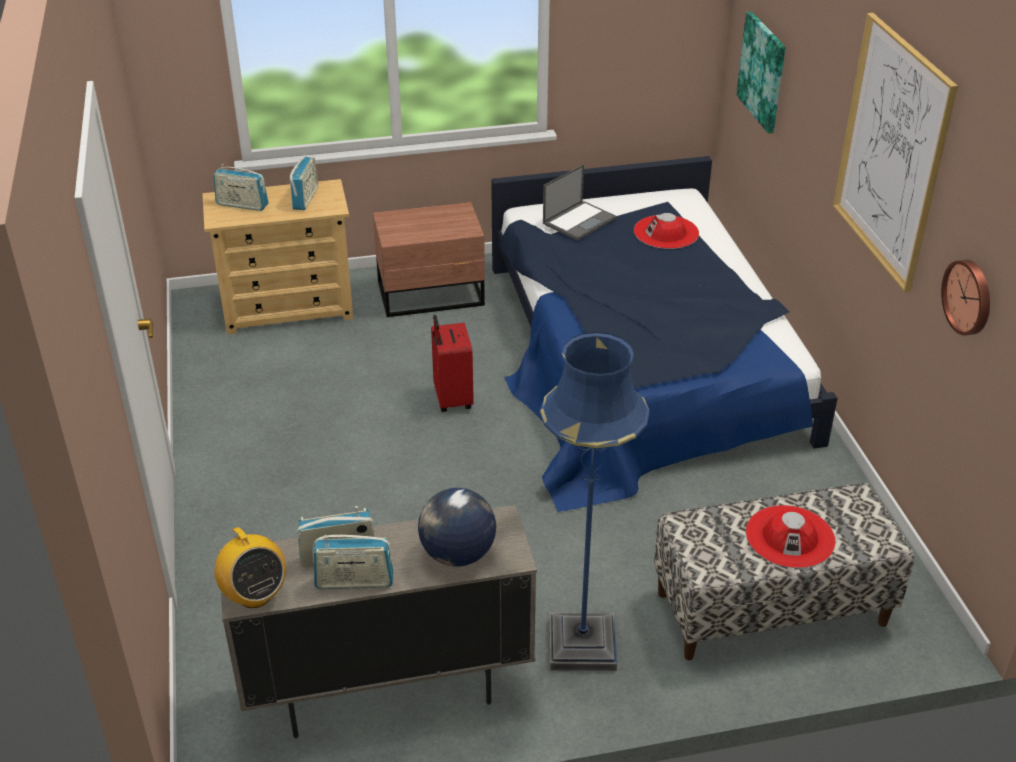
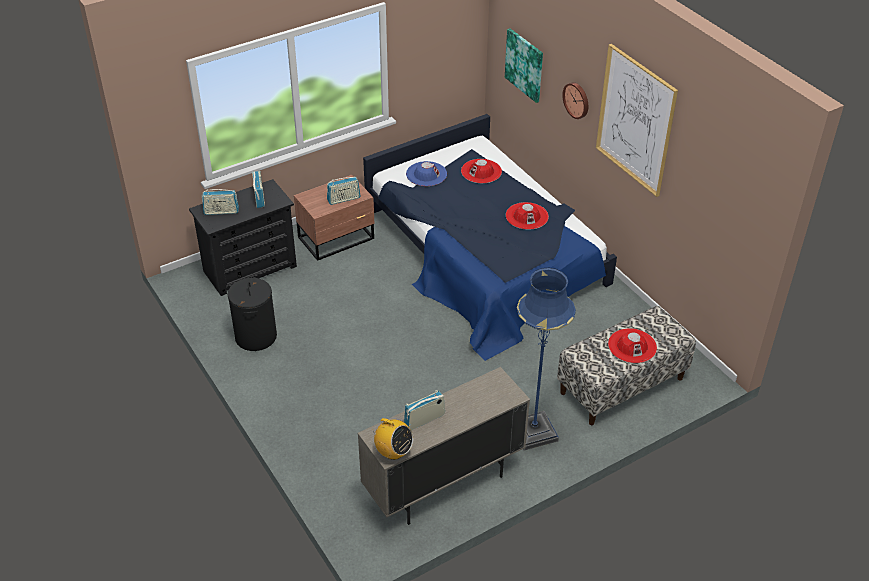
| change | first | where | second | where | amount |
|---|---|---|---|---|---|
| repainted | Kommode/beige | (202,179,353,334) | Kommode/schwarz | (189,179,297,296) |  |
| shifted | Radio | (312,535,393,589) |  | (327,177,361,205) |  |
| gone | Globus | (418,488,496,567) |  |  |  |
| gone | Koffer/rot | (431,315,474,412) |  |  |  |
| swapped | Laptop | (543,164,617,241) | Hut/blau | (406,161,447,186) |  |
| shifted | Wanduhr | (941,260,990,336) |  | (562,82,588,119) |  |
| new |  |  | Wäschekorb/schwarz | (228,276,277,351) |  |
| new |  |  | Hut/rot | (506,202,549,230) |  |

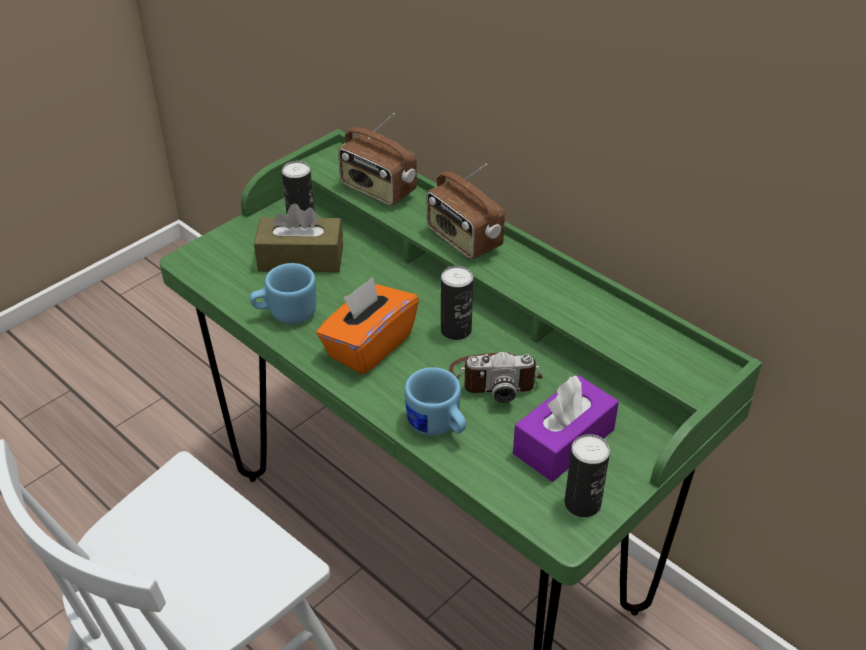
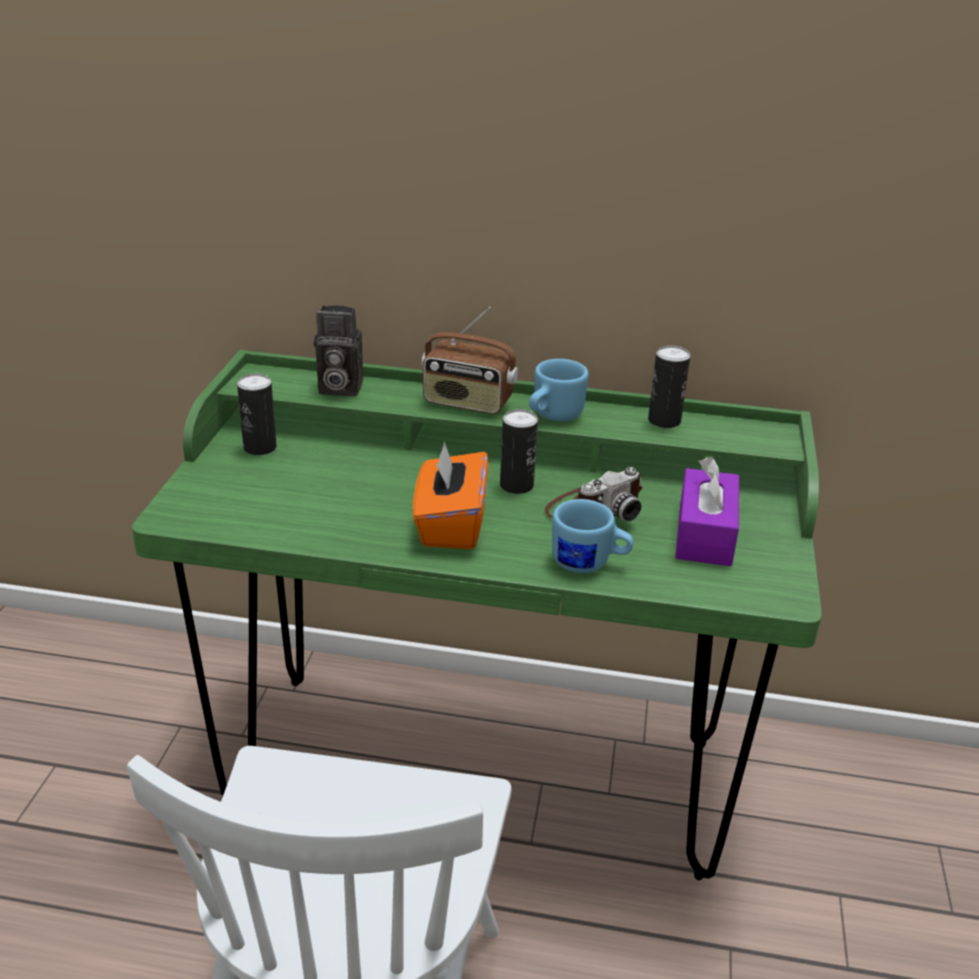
| change | first | where | second | where | amount |
|---|---|---|---|---|---|
| shifted | Henkelbecher/blau | (250,263,316,324) |  | (529,359,589,421) |  |
| gone | Taschentuchbox/braun | (254,203,343,272) |  |  |  |
| swapped | Radio | (338,113,417,206) | Kamera | (314,306,363,396) |  |
| shifted | Dose | (564,434,610,517) |  | (648,345,690,428) |  |

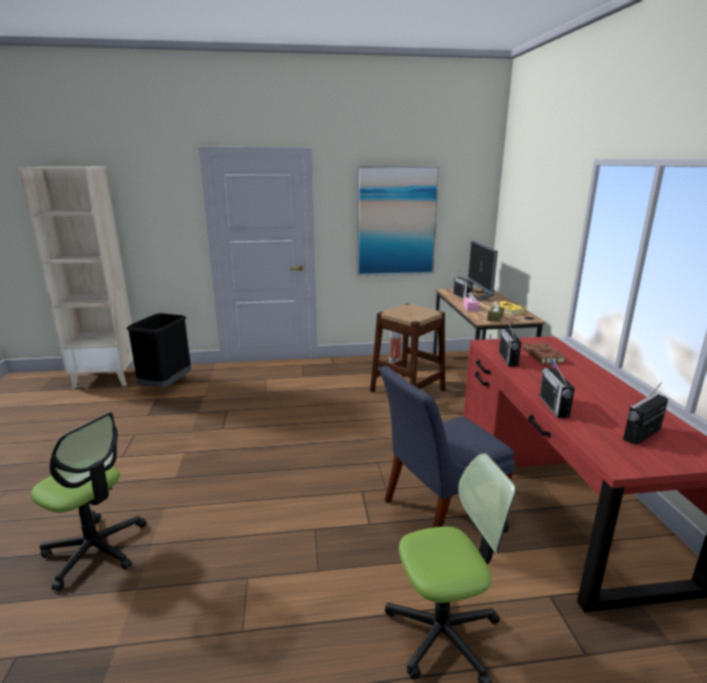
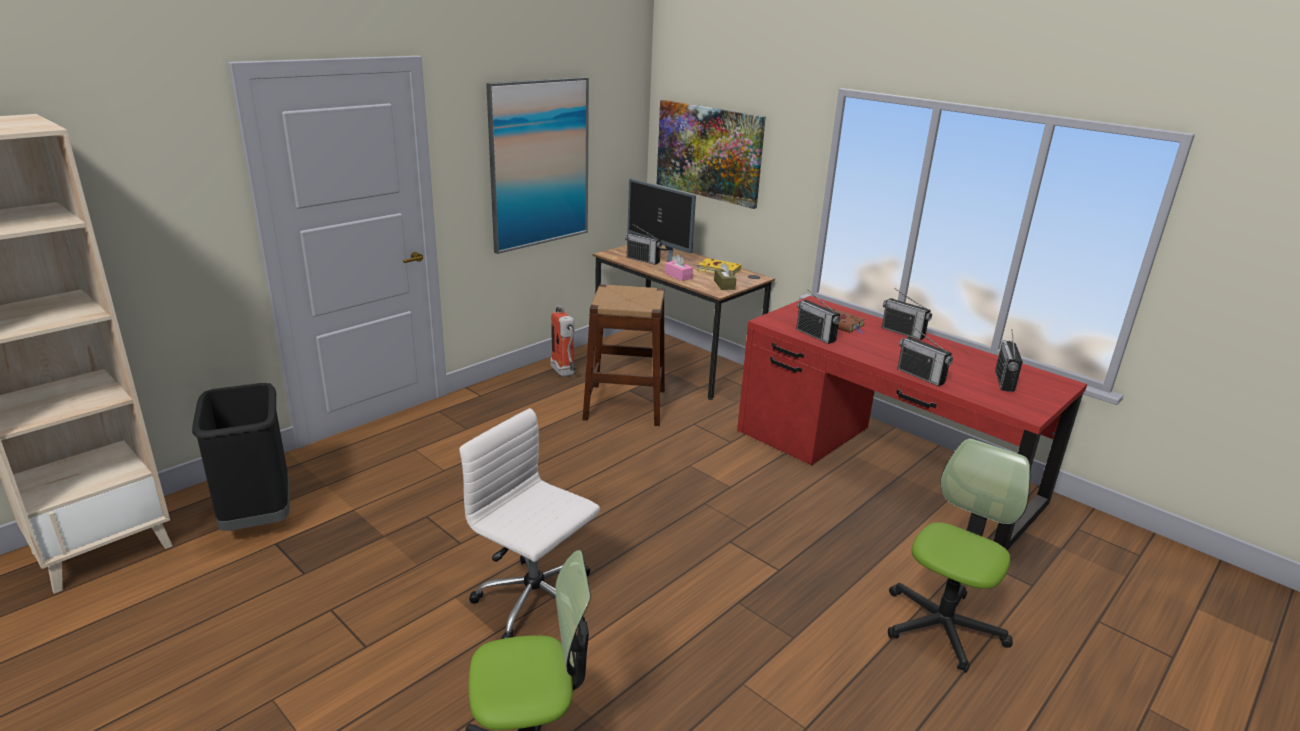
| change | first | where | second | where | amount |
|---|---|---|---|---|---|
| gone | Stuhl/blau | (380,366,515,527) |  |  |  |
| new |  |  | Bürostuhl/weiß | (459,408,600,639) |  |
| new |  |  | Bild | (657,100,766,209) |  |
| new |  |  | Radio | (882,288,932,340) |  |

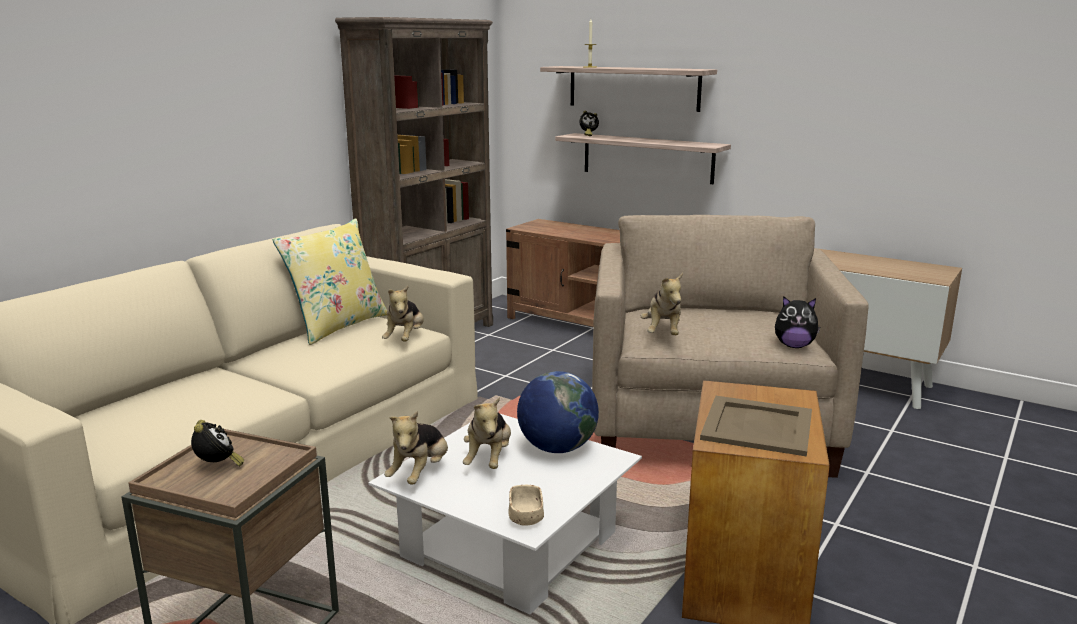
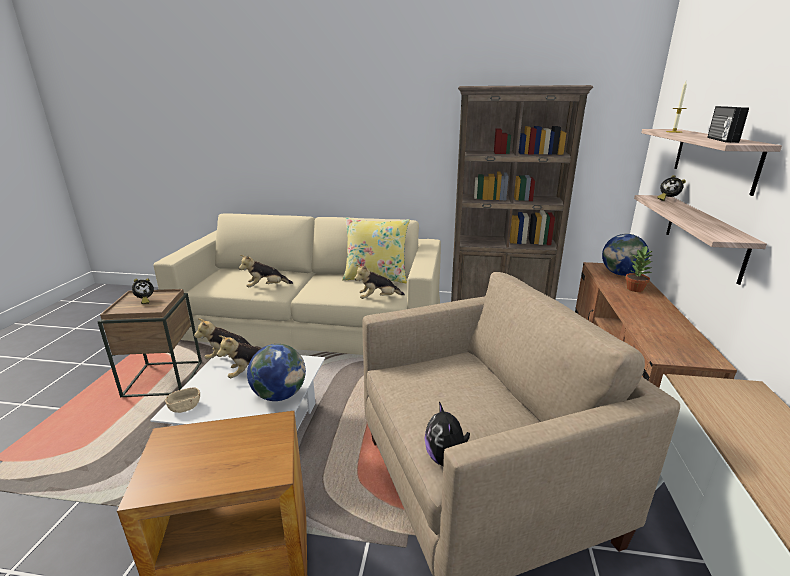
| change | first | where | second | where | amount |
|---|---|---|---|---|---|
| shifted | Plüschtier | (641,273,683,335) |  | (239,255,293,287) |  |
| gone | Tablett/beige | (700,396,812,456) |  |  |  |
| new |  |  | Globus | (602,234,649,276) |  |
| new |  |  | Topfpflanze | (625,245,653,292) |  |
| new |  |  | Radio | (707,106,749,143) |  |

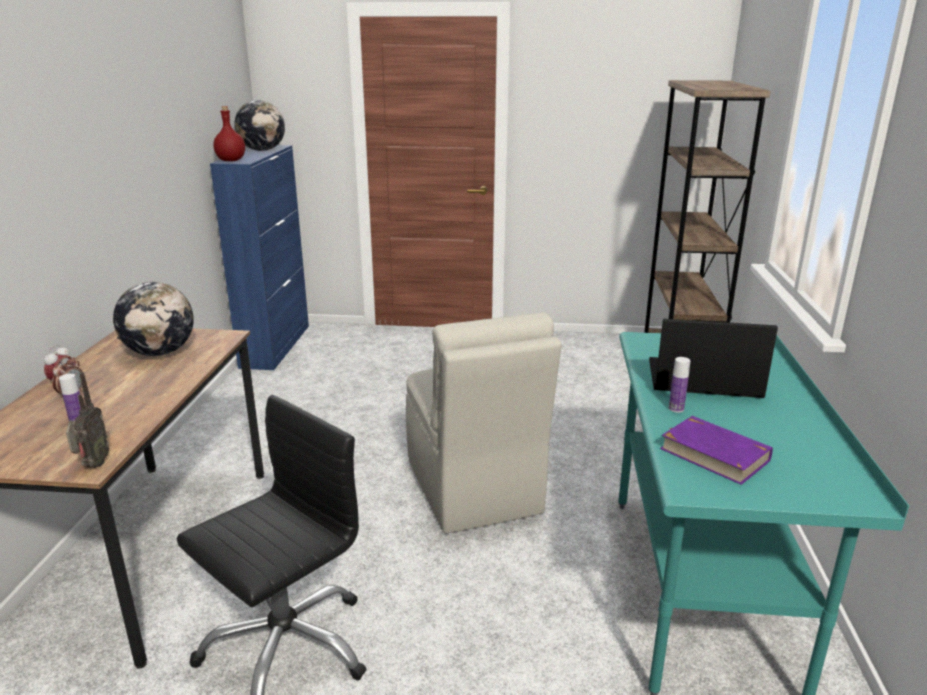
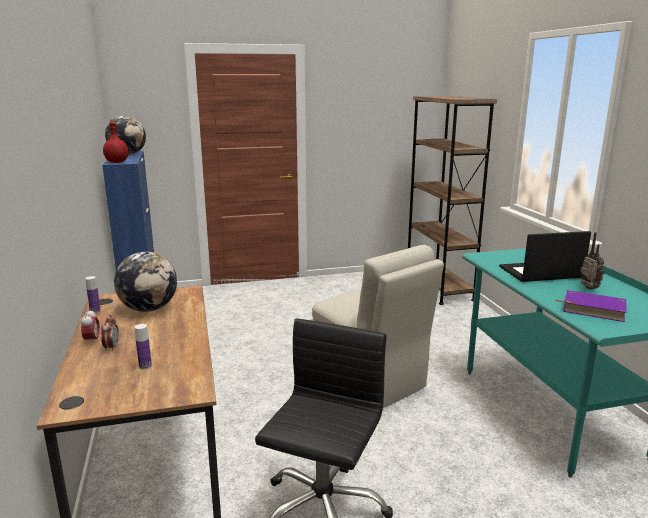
| change | first | where | second | where | amount |
|---|---|---|---|---|---|
| shifted | Radio | (66,372,109,468) |  | (580,232,604,289) |  |
| shifted | Flasche | (669,357,690,413) |  | (85,276,101,313) |  |

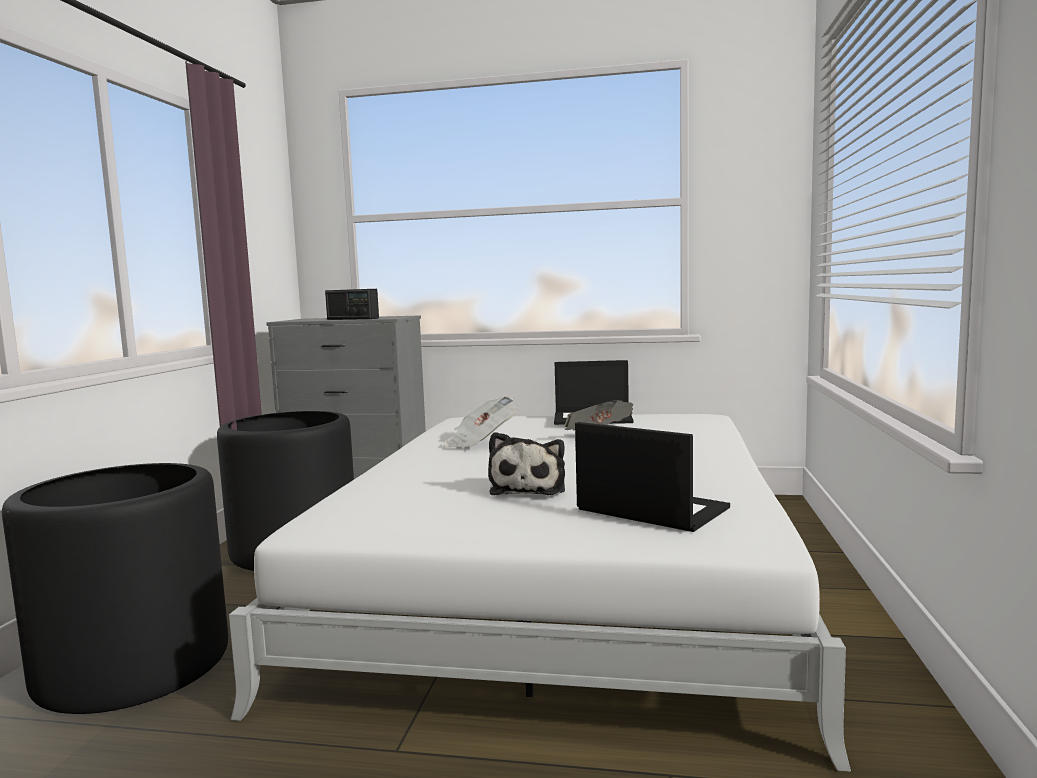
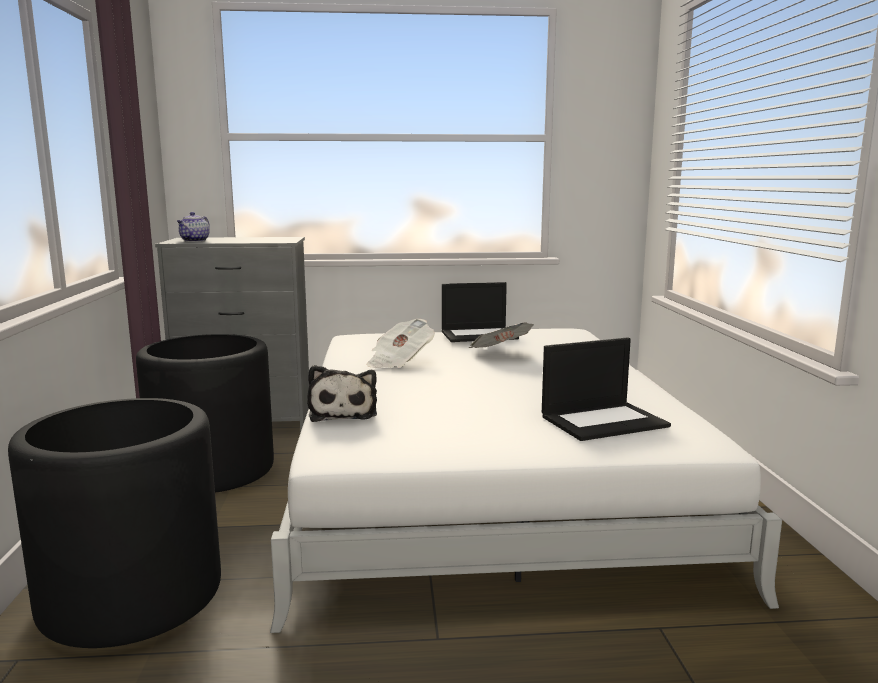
| change | first | where | second | where | amount |
|---|---|---|---|---|---|
| gone | Radio | (325,289,379,320) |  |  |  |
| shifted | Plüschtier | (488,432,565,495) |  | (307,365,377,422) |  |
| rotated | Laptop | (575,422,730,532) |  | (542,337,671,441) | 135 degrees clockwise |
| new |  |  | Teekanne | (177,212,210,242) |  |

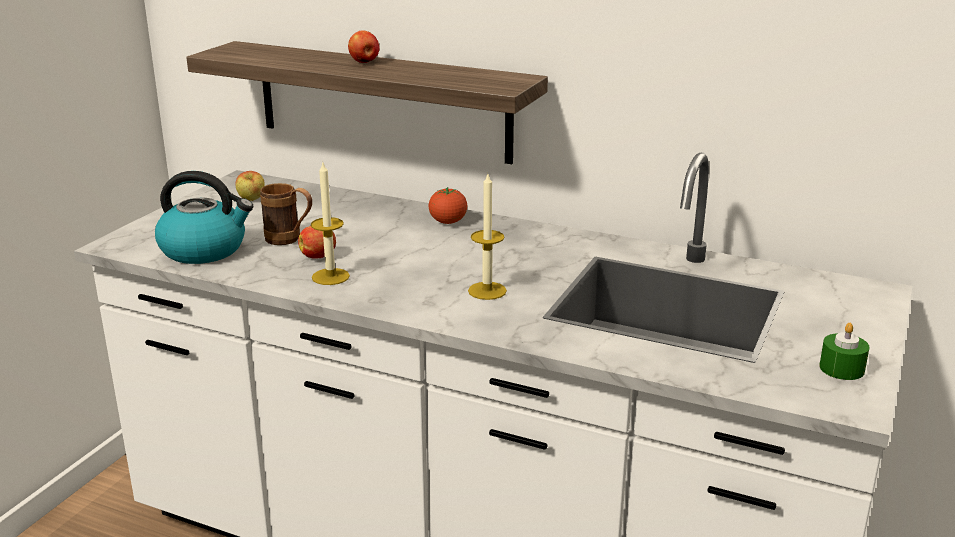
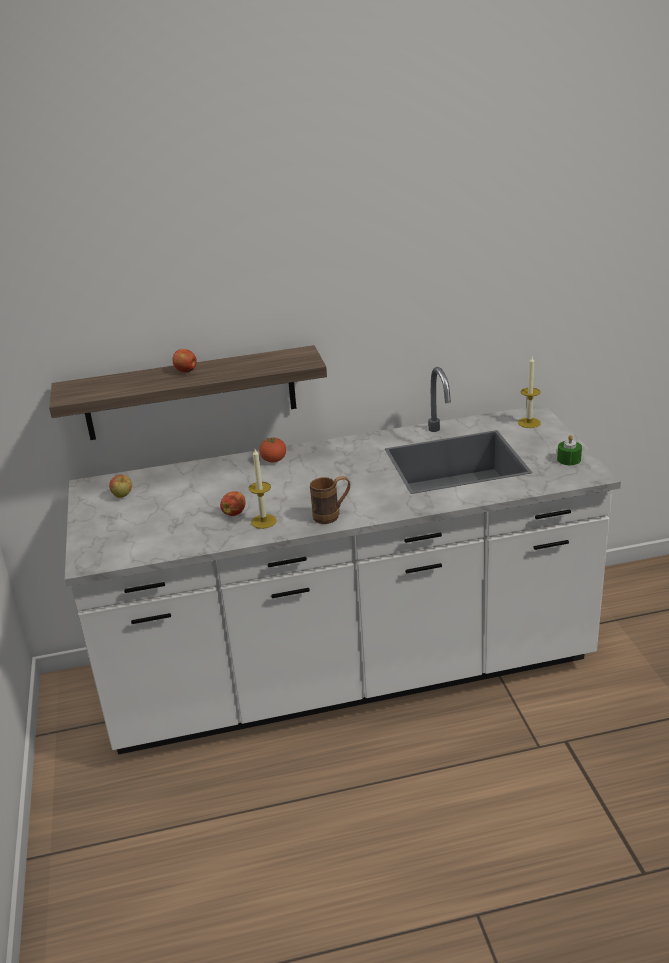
| change | first | where | second | where | amount |
|---|---|---|---|---|---|
| gone | Wasserkessel | (155,171,253,264) |  |  |  |
| shifted | Henkelbecher/braun | (260,183,312,245) |  | (310,476,350,524) |  |
| shifted | Kerze | (468,174,507,300) |  | (518,357,541,428) |  |

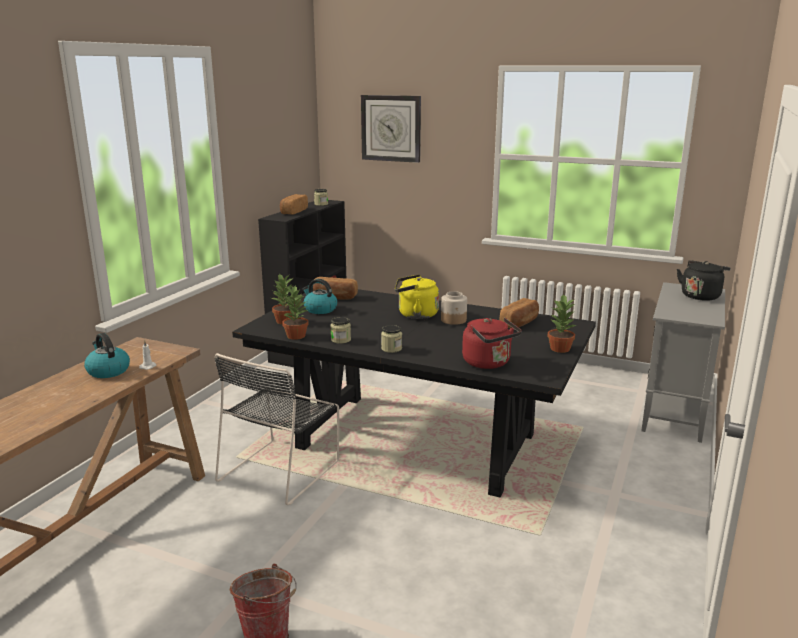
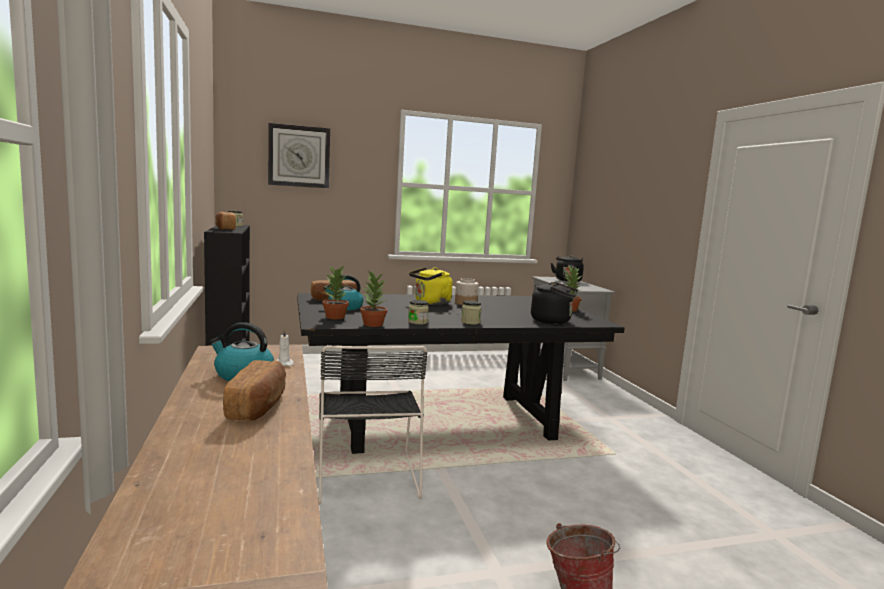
| change | first | where | second | where | amount |
|---|---|---|---|---|---|
| repainted | Wasserkessel/rot | (462,318,522,369) | Wasserkessel/schwarz | (531,282,578,324) |  |
| shifted | Brot | (500,298,539,328) |  | (223,360,286,421) |  |

